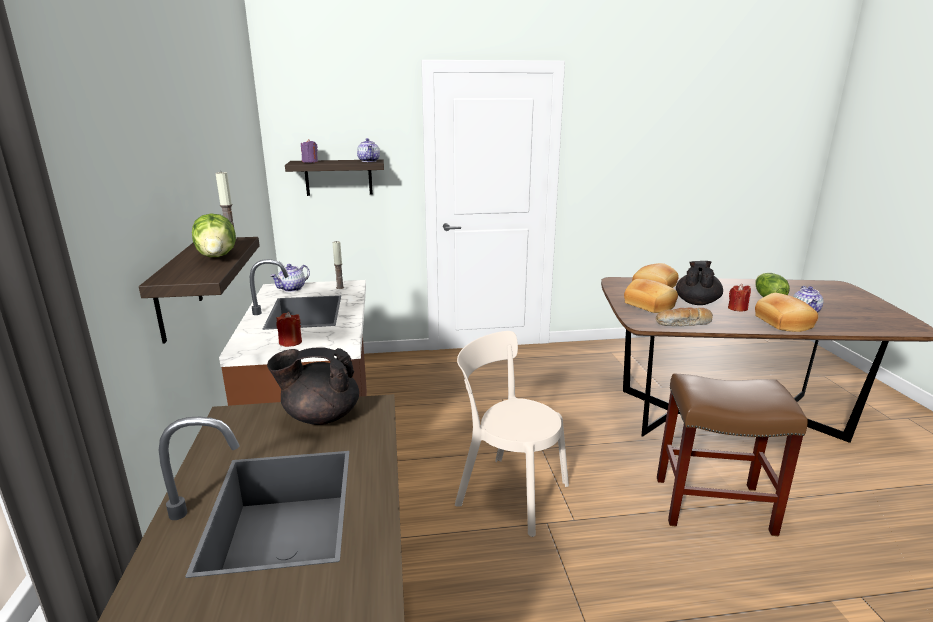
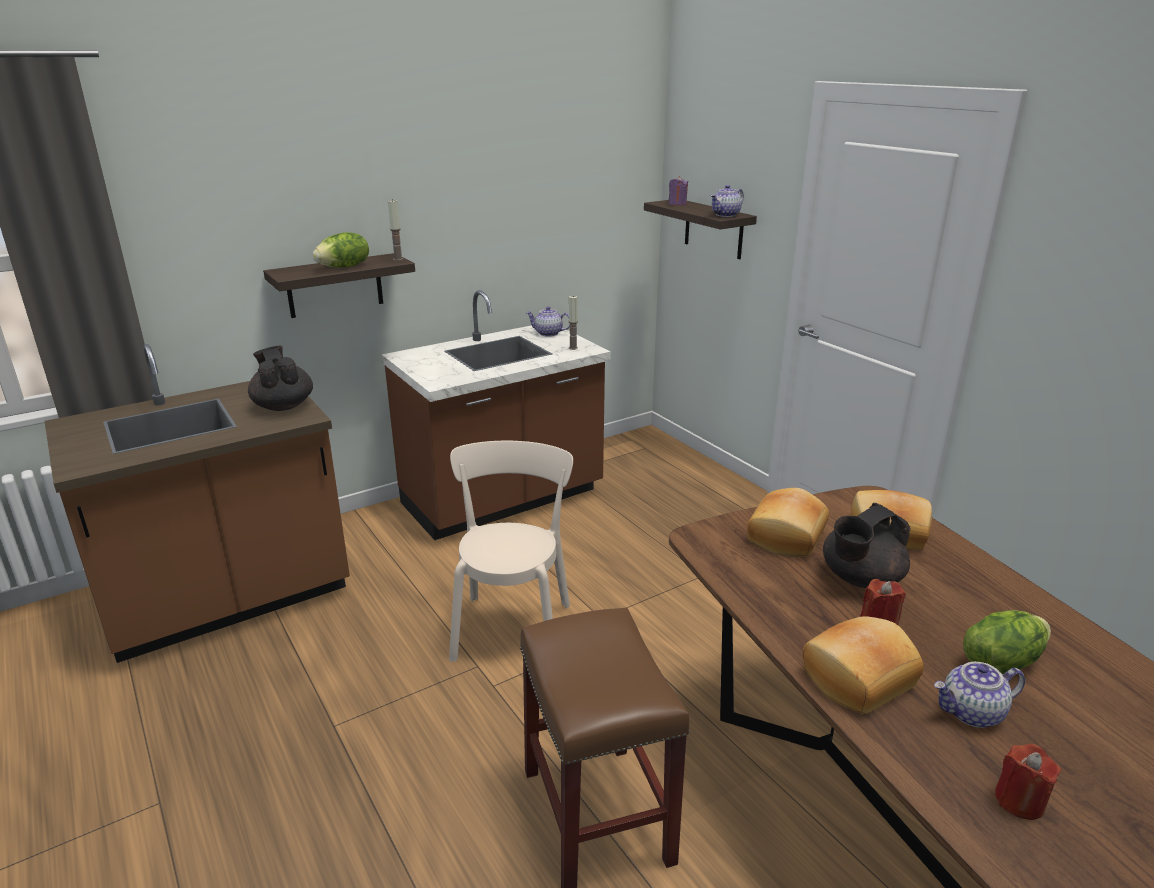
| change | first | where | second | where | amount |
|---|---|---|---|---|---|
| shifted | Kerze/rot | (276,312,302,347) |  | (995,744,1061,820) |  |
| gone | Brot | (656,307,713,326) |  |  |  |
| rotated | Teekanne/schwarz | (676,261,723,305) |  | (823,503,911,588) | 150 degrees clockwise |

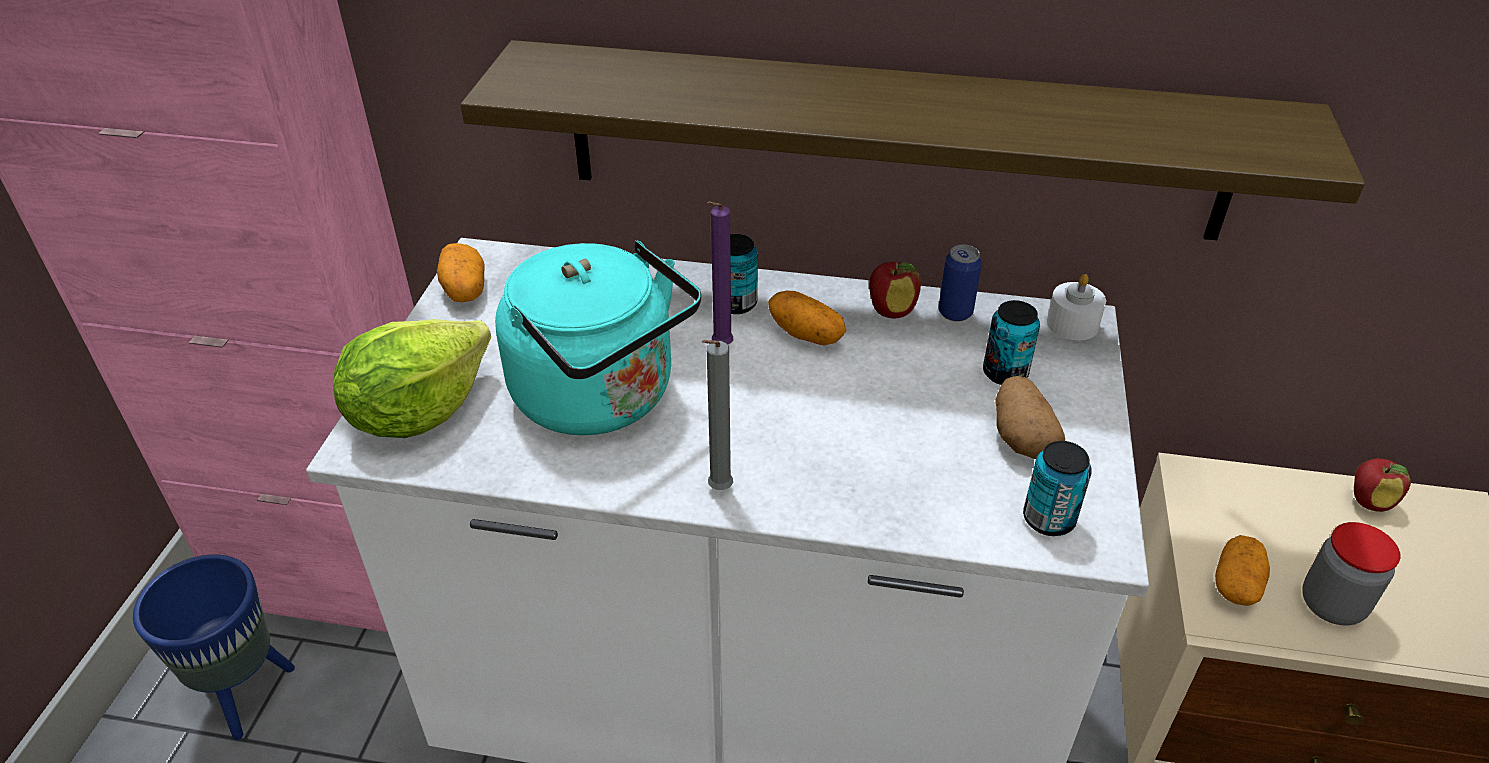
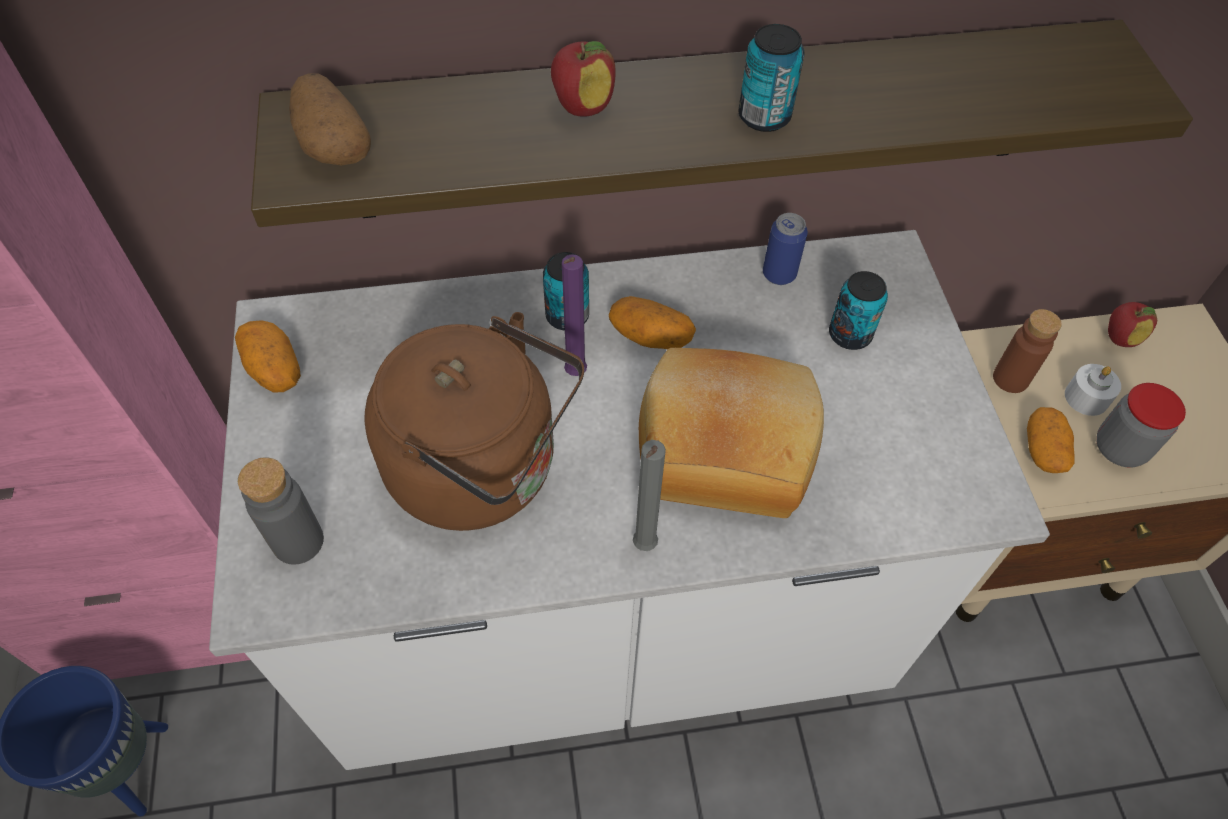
| change | first | where | second | where | amount |
|---|---|---|---|---|---|
| swapped | Salatkopf | (333,319,491,438) | Flasche/grau | (238,457,324,564) |  |
| repainted | Wasserkessel/türkis | (495,240,701,435) | Wasserkessel/braun | (365,312,585,531) |  |
| shifted | Apfel | (869,262,921,318) |  | (551,41,616,117) |  |
| shifted | Kartoffel | (995,376,1065,459) |  | (289,73,371,165) |  |
| shifted | Dose | (1023,441,1092,536) |  | (738,24,804,132) |  |
| shifted | Kerze/weiß | (1047,274,1106,340) |  | (1065,364,1121,416) |  |
| new |  |  | Brot | (639,348,824,518) |  |
| new |  |  | Flasche/braun | (993,309,1062,393) |  |

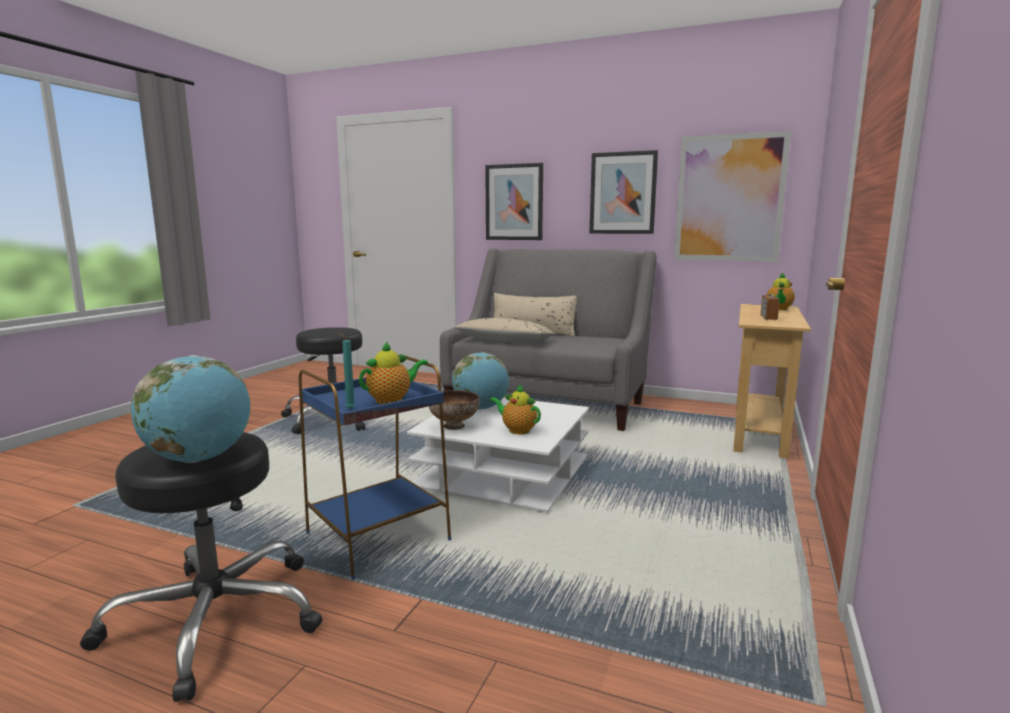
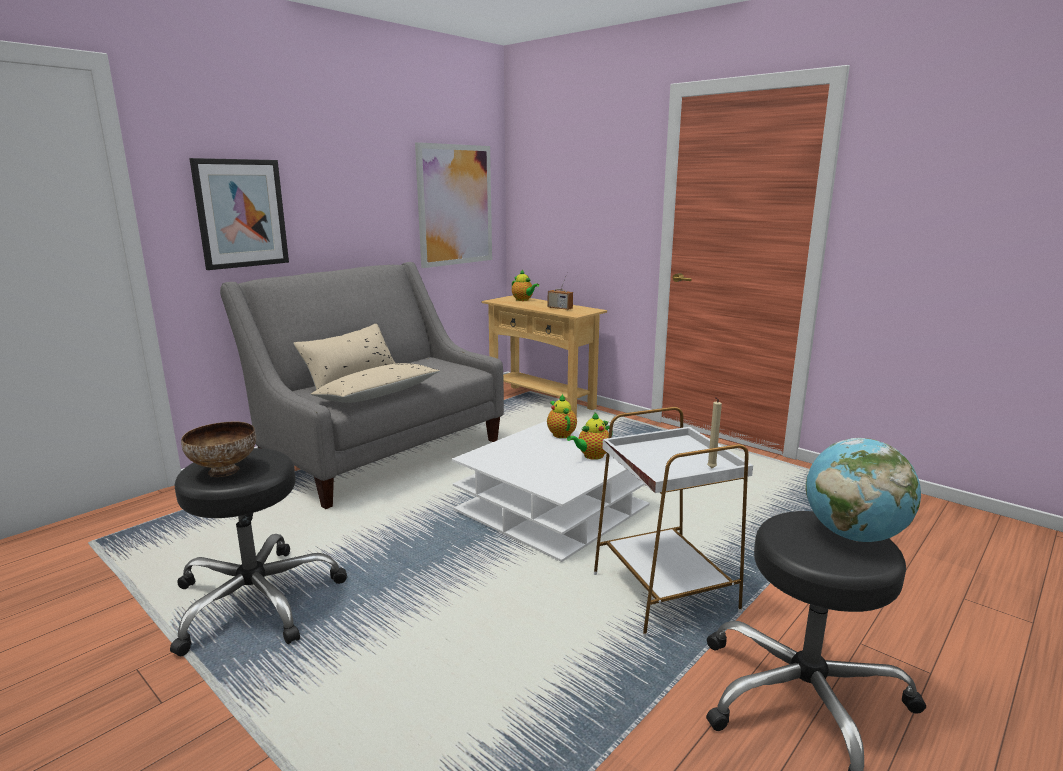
| change | first | where | second | where | amount |
|---|---|---|---|---|---|
| repainted | Beistelltisch/blau | (299,354,451,580) | Beistelltisch/weiß | (594,407,753,638) |  |
| repainted | Kerze/türkis | (339,333,355,409) | Kerze/beige | (707,397,722,468) |  |
| shifted | Teekanne | (359,341,428,404) |  | (547,394,577,438) |  |
| shifted | Schüssel | (429,390,479,430) |  | (181,421,256,477) |  |
| gone | Globus | (452,352,509,410) |  |  |  |
| gone | Bild | (589,150,658,234) |  |  |  |

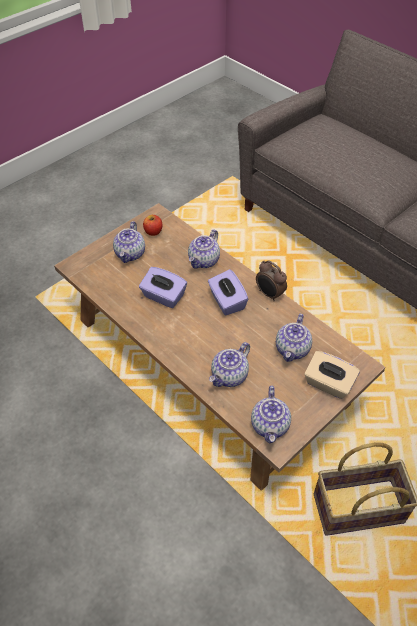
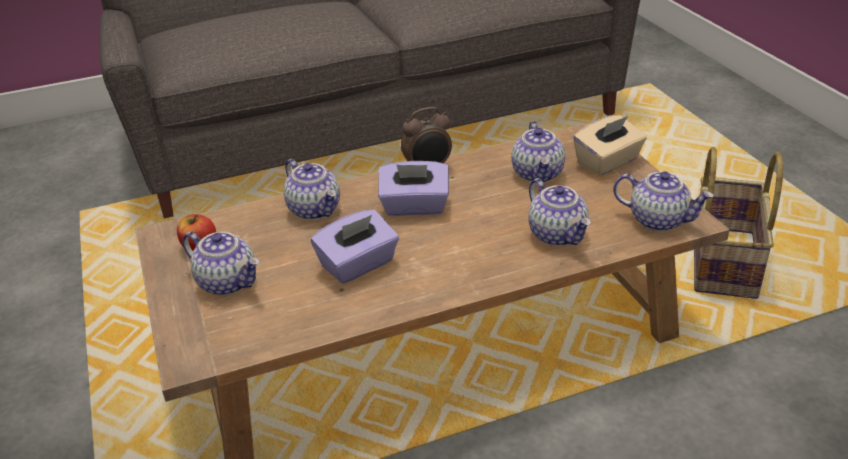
| change | first | where | second | where | amount |
|---|---|---|---|---|---|
| rotated | Teekanne | (276,313,312,362) |  | (512,121,565,182) | 45 degrees clockwise |

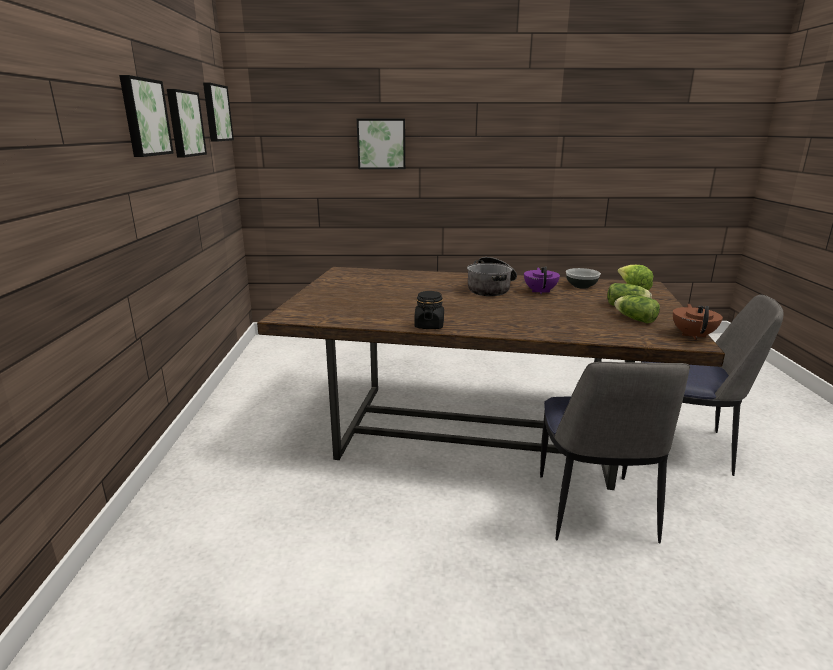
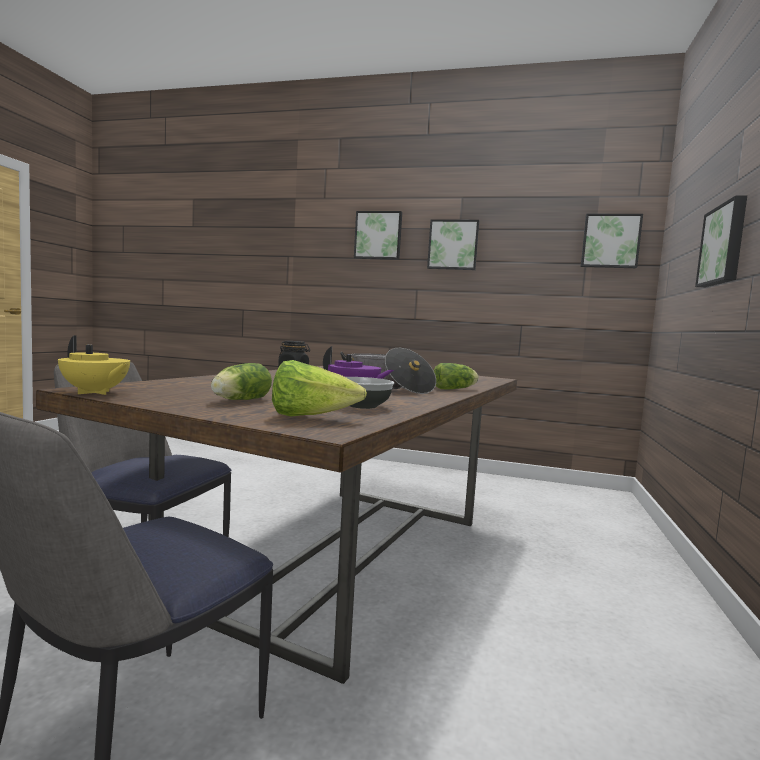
| change | first | where | second | where | amount |
|---|---|---|---|---|---|
| shifted | Bild | (167,89,207,157) |  | (354,211,402,260) |  |
| shifted | Salatkopf | (614,295,660,324) |  | (434,363,479,389) |  |
| repainted | Teekanne/braun | (673,304,723,340) | Teekanne/gelb | (58,335,130,395) |  |

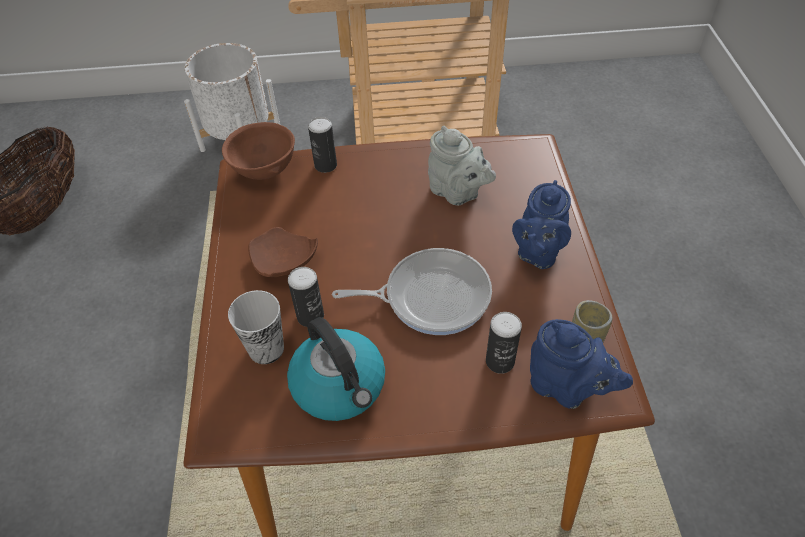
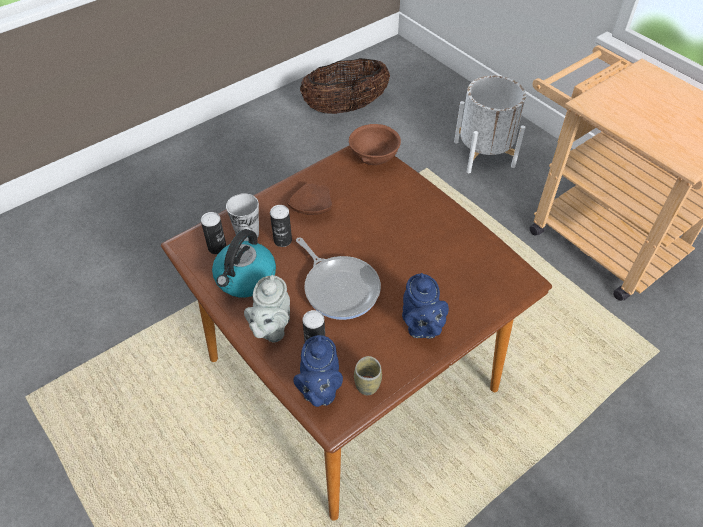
| change | first | where | second | where | amount |
|---|---|---|---|---|---|
| shifted | Dose | (308,117,337,173) |  | (201,212,226,254) |  |
| shifted | Teekanne/grau | (428,126,496,206) |  | (244,275,290,343) |  |
| rotated | Teekanne/blau | (512,180,571,269) |  | (402,273,449,338) | 90 degrees counterclockwise |

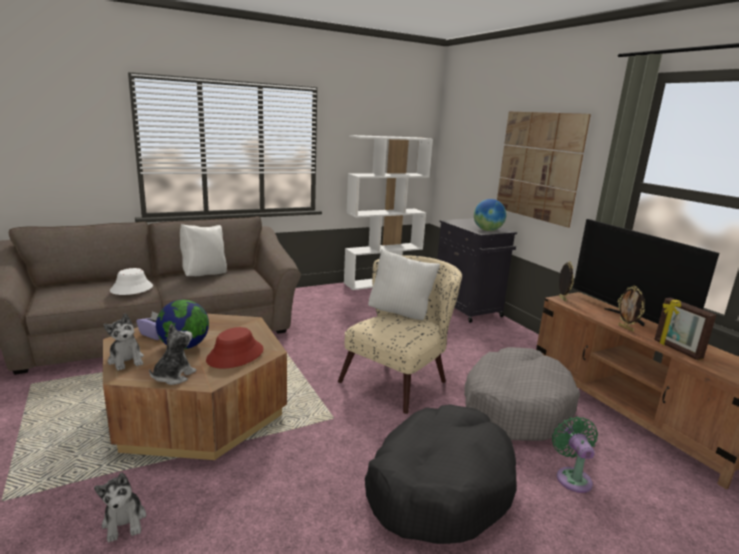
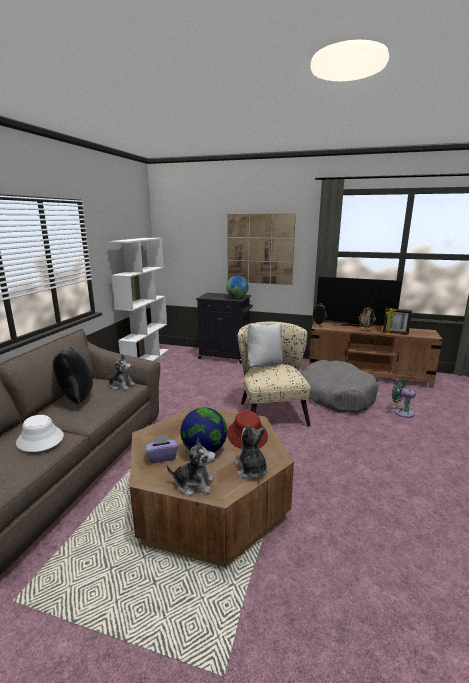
| change | first | where | second | where | amount |
|---|---|---|---|---|---|
| shifted | Plüschtier | (94,473,146,542) |  | (106,355,135,390) |  |
| repainted | Kissen/weiß | (180,224,227,276) | Kissen/schwarz | (52,346,93,404) |  |
| gone | Hundebett/schwarz | (365,404,517,544) |  |  |  |

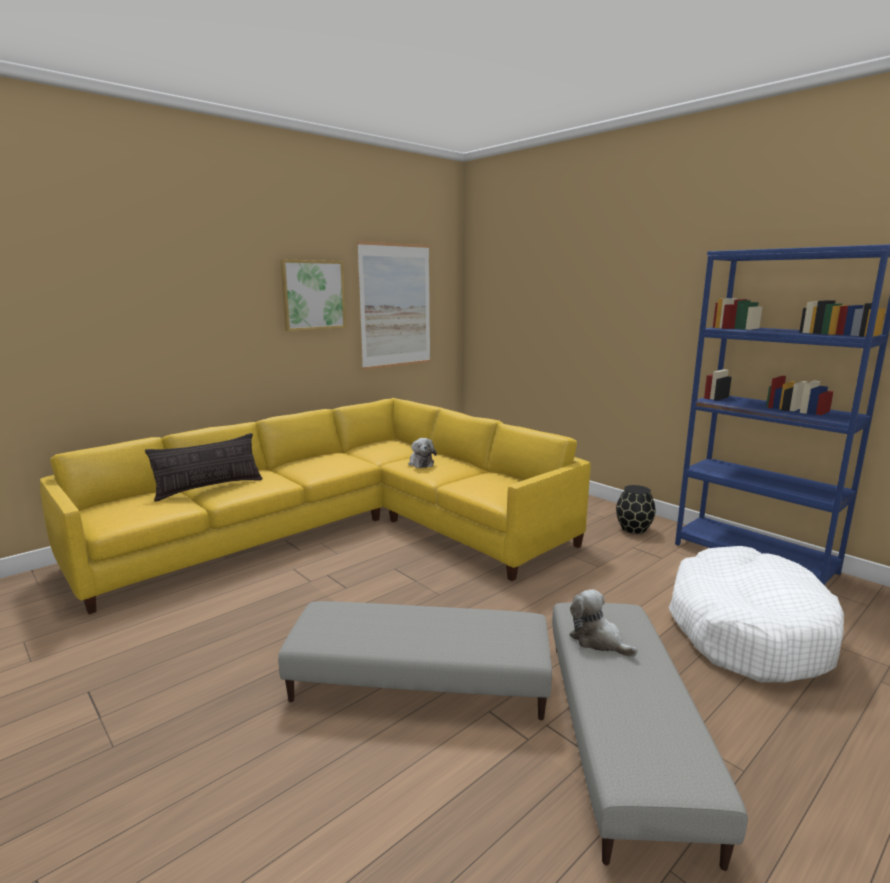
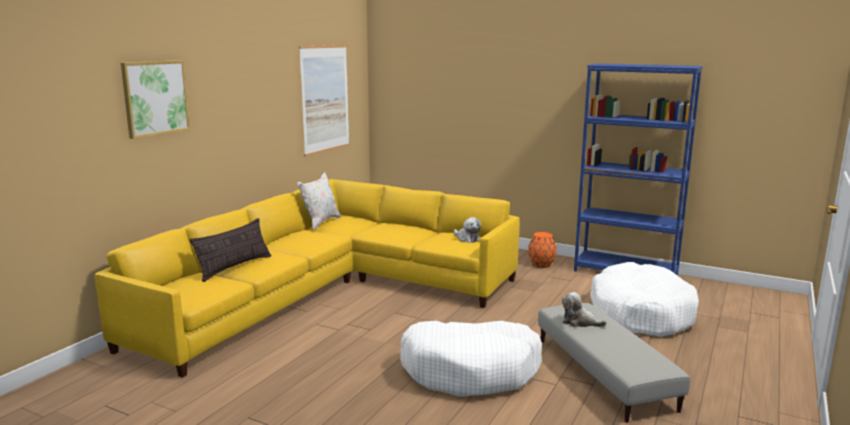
| change | first | where | second | where | amount |
|---|---|---|---|---|---|
| swapped | Polsterhocker/grau | (278,601,552,720) | Hundebett/weiß | (400,321,542,397) |  |
| shifted | Bild | (280,260,346,331) |  | (121,60,191,139) |  |
| shifted | Plüschtier | (408,438,437,468) |  | (454,217,481,243) |  |
| repainted | Vase/schwarz | (616,485,656,534) | Vase/orange | (528,232,557,268) |  |
| new |  |  | Kissen/weiß | (298,172,341,229) |  |

